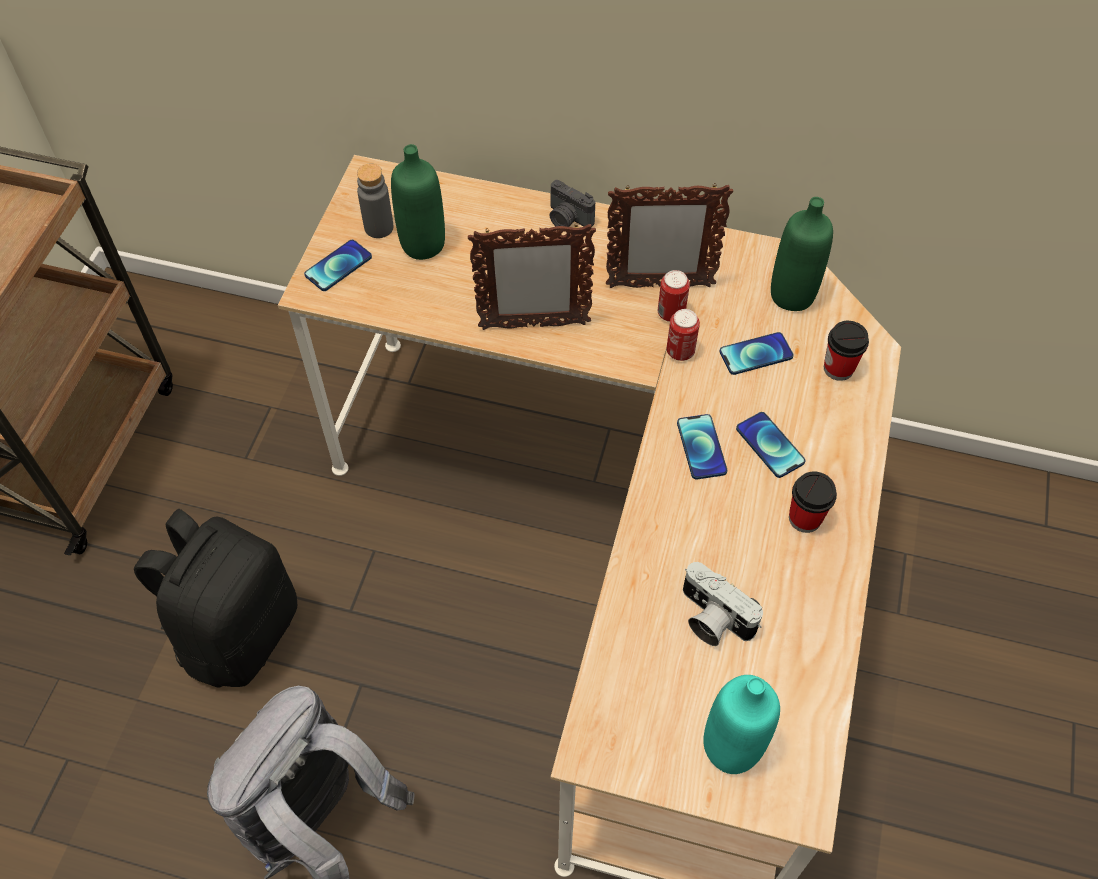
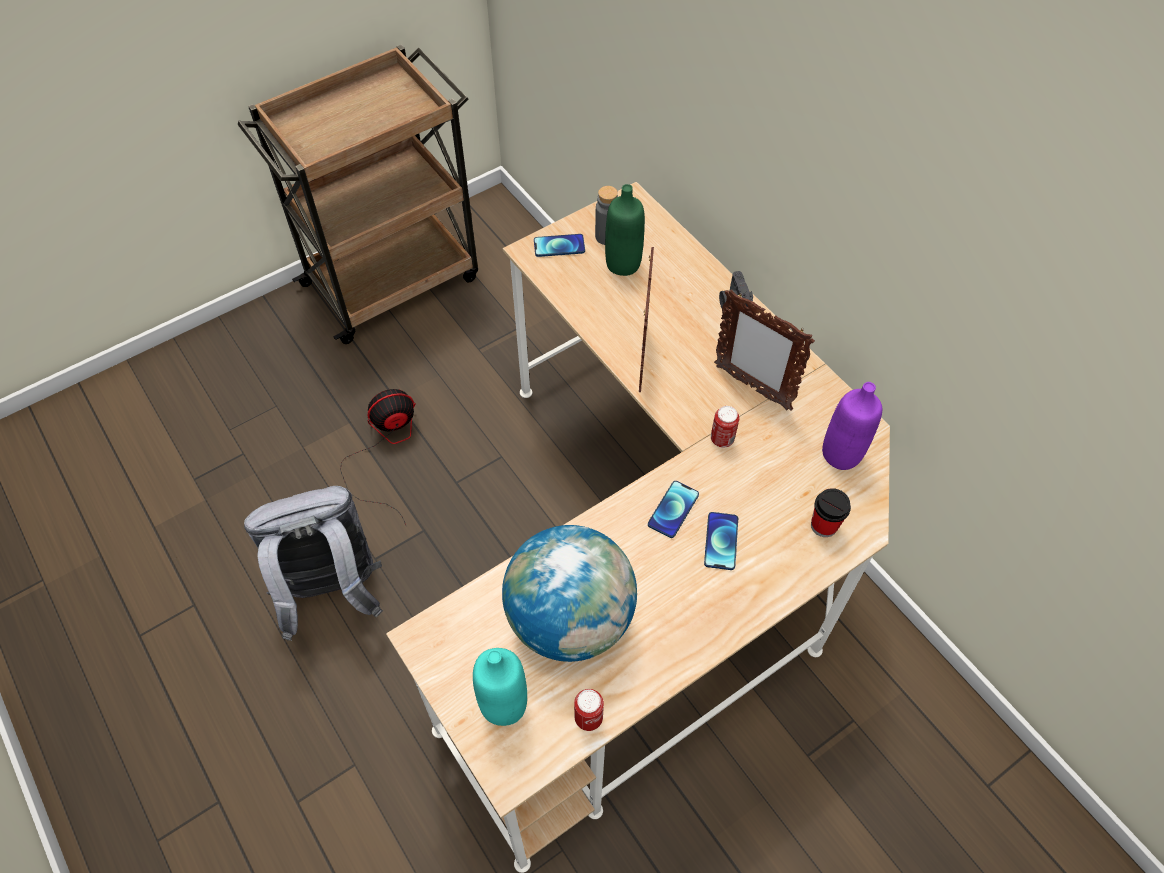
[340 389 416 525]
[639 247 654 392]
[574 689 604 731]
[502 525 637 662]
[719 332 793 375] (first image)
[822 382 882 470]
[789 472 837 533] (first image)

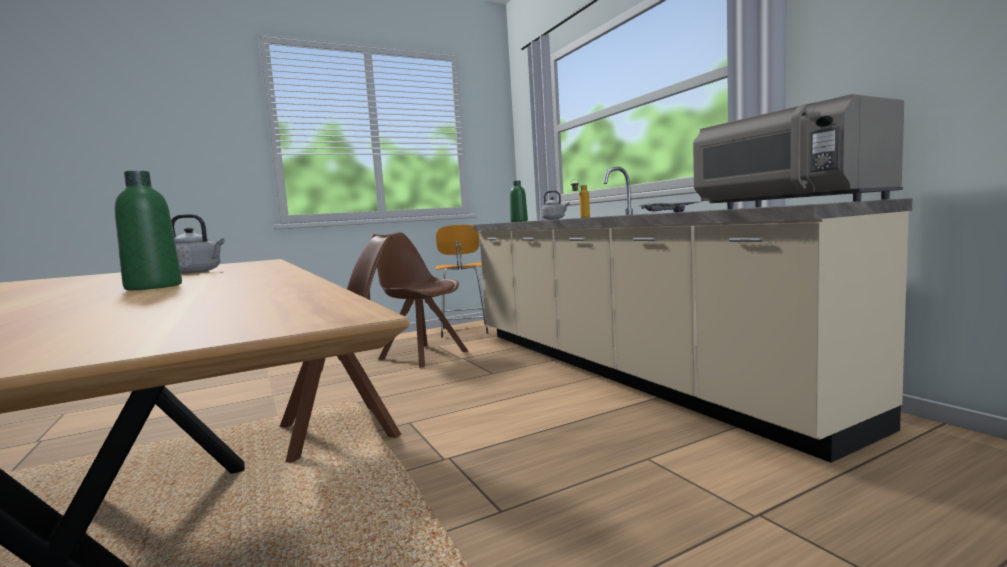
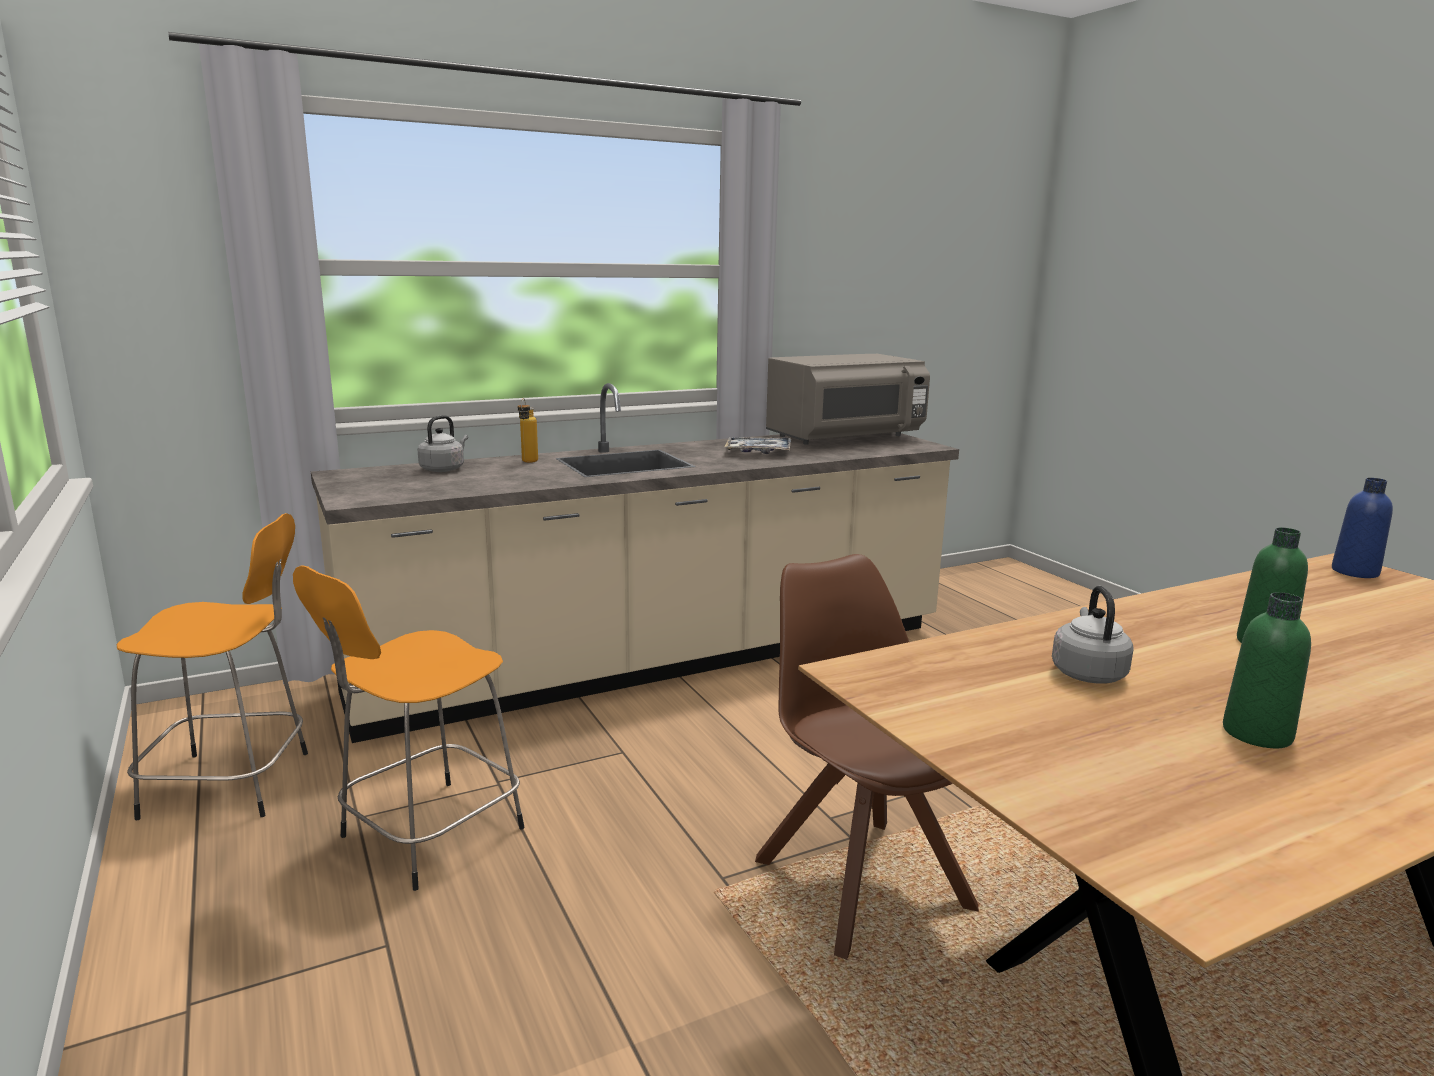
[293 565 524 891]
[1223 592 1311 748]
[1332 478 1393 578]

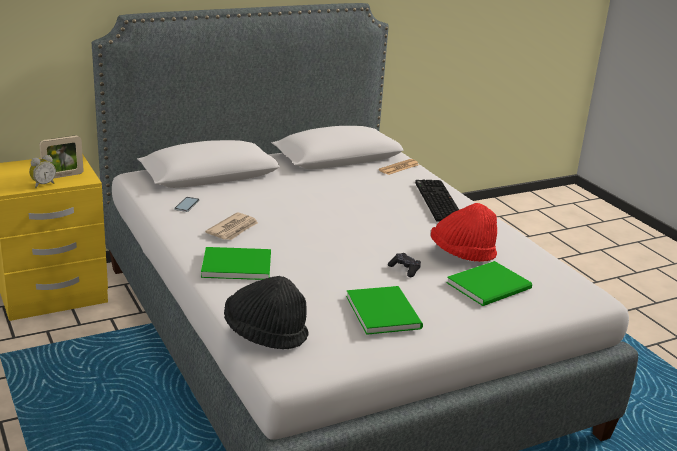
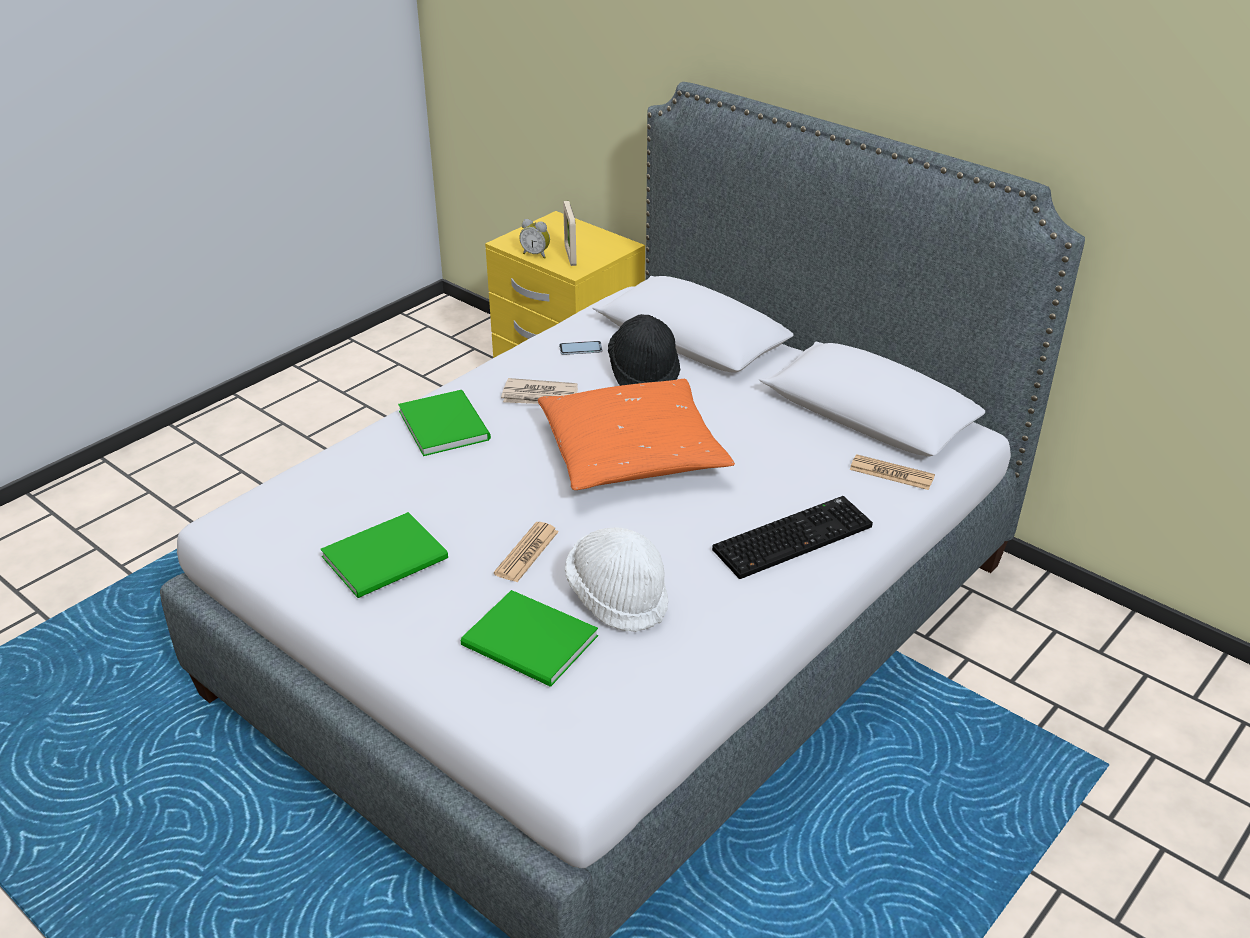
[563 201 577 266]
[608 314 681 386]
[494 522 559 582]
[565 527 669 632]
[538 379 735 490]

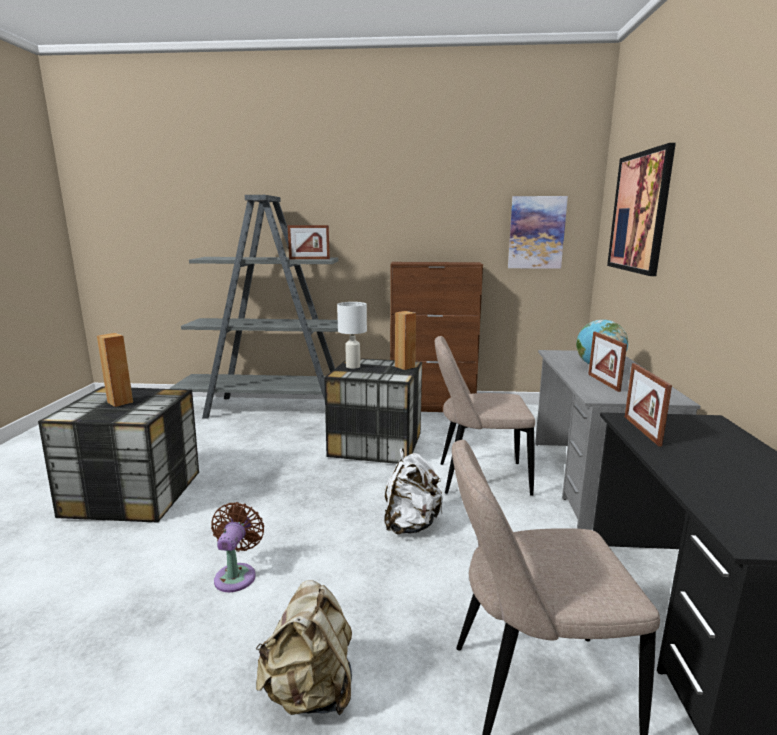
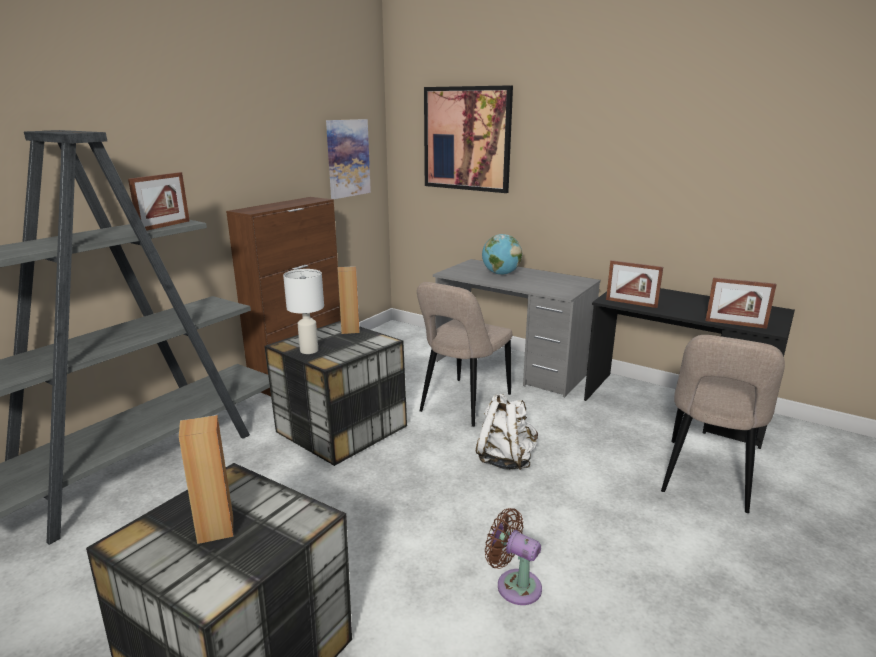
[256 580 352 715] (first image)
[705 277 777 329]

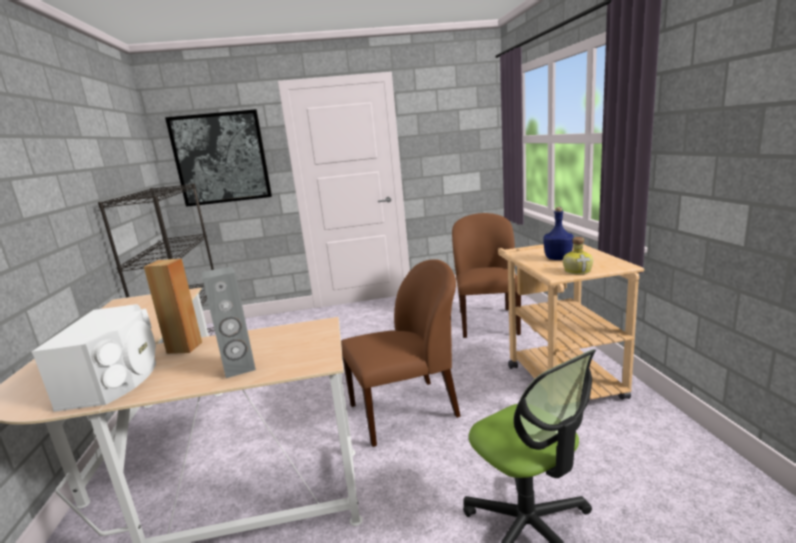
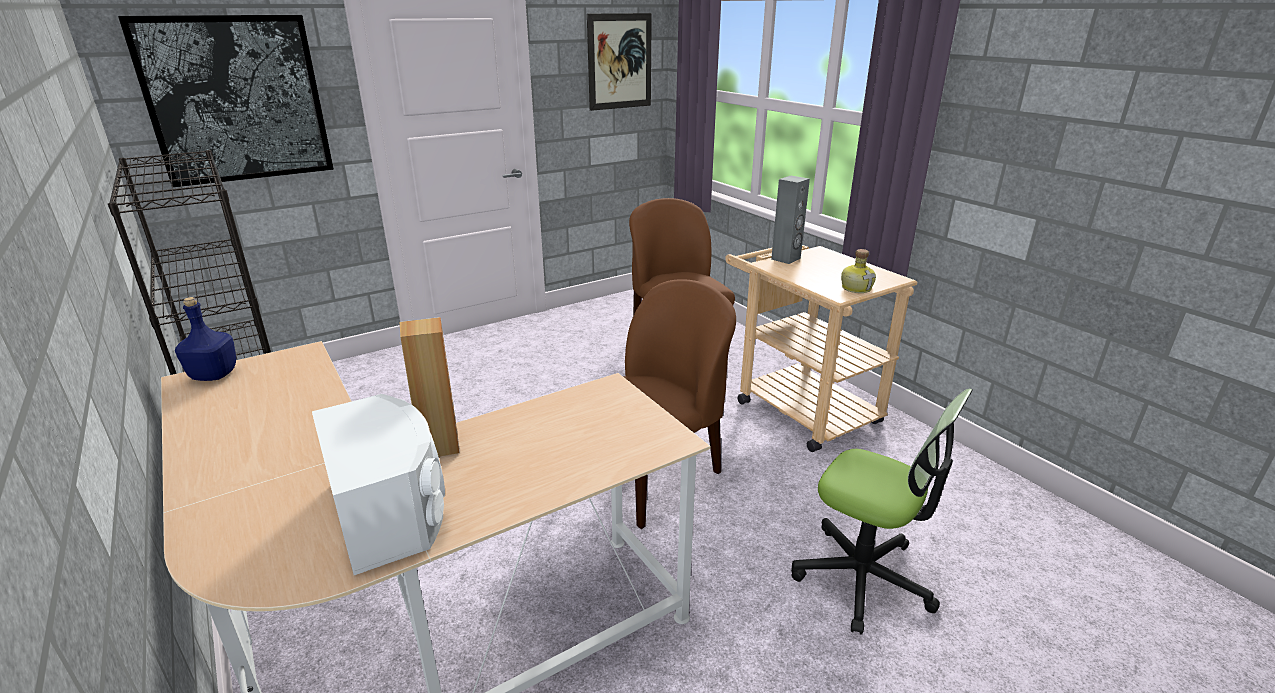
[771 176 810 264]
[175 297 236 381]
[587 13 652 111]

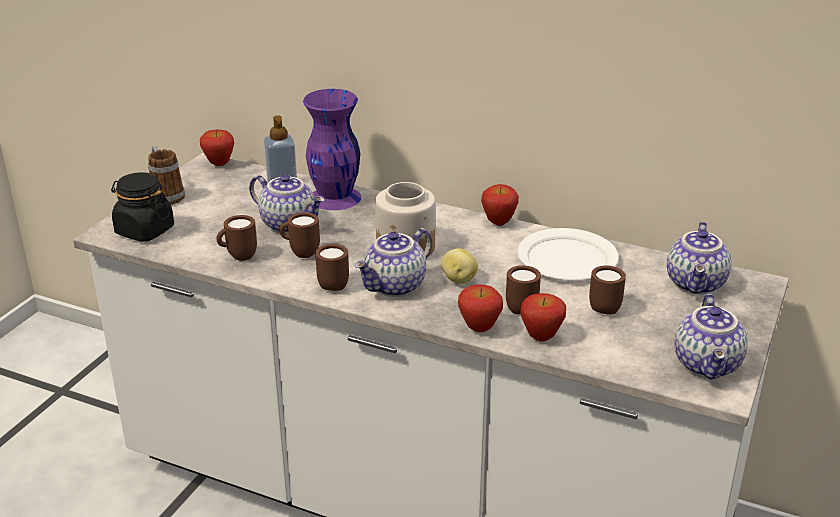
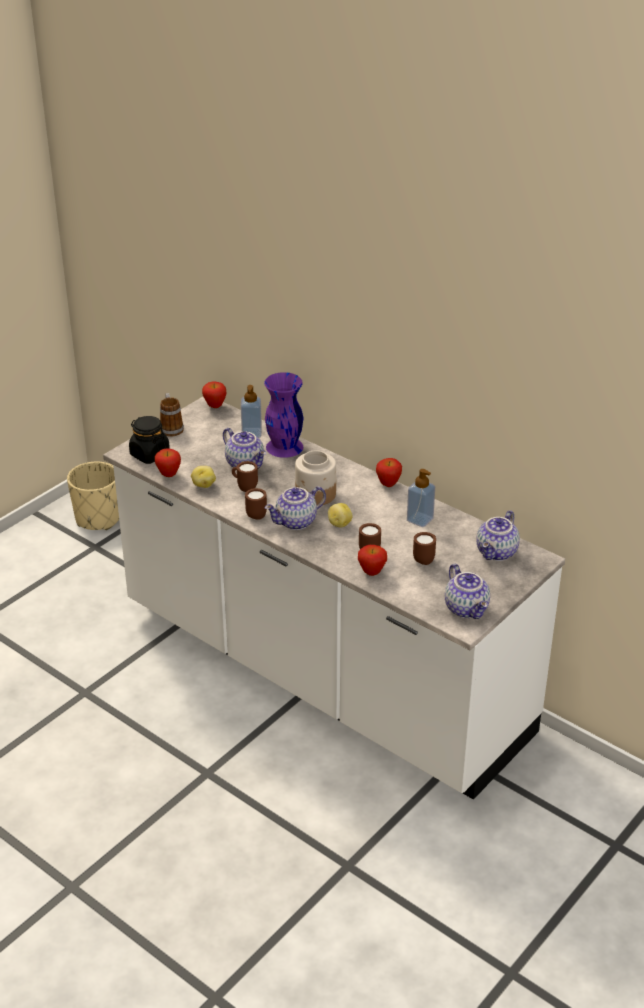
[191 466 216 488]
[155 449 181 477]
[407 469 435 527]
[445 564 490 619]
[67 462 119 530]

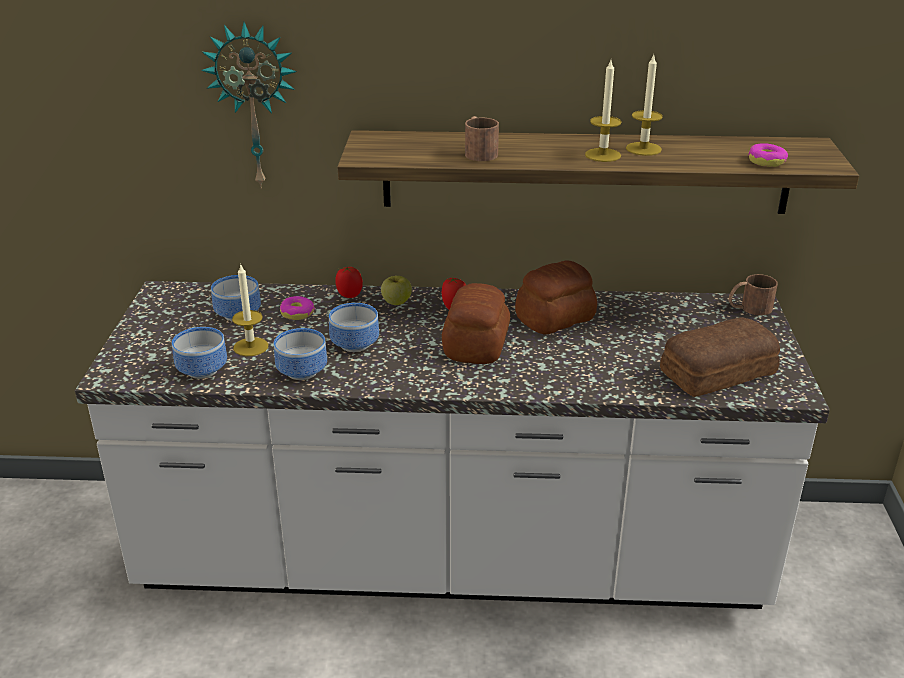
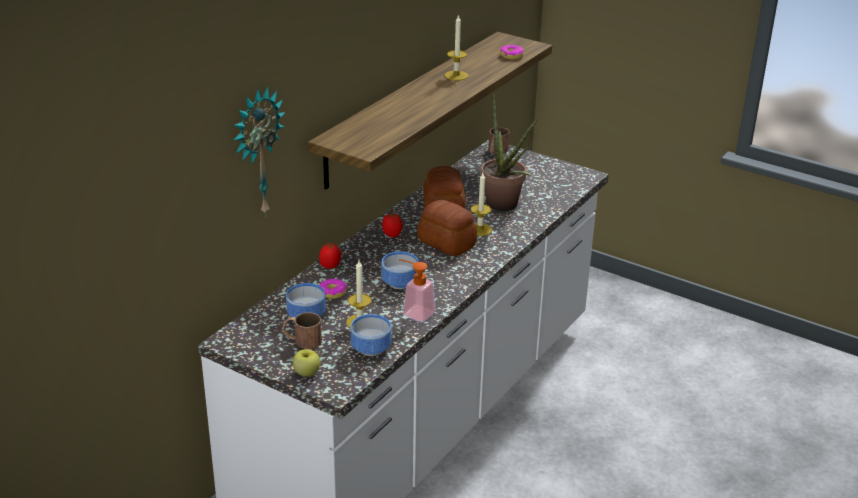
[399 259 436 322]
[293 349 320 377]
[282 312 322 349]
[471 173 492 236]
[660 317 780 397] (first image)
[481 94 538 211]

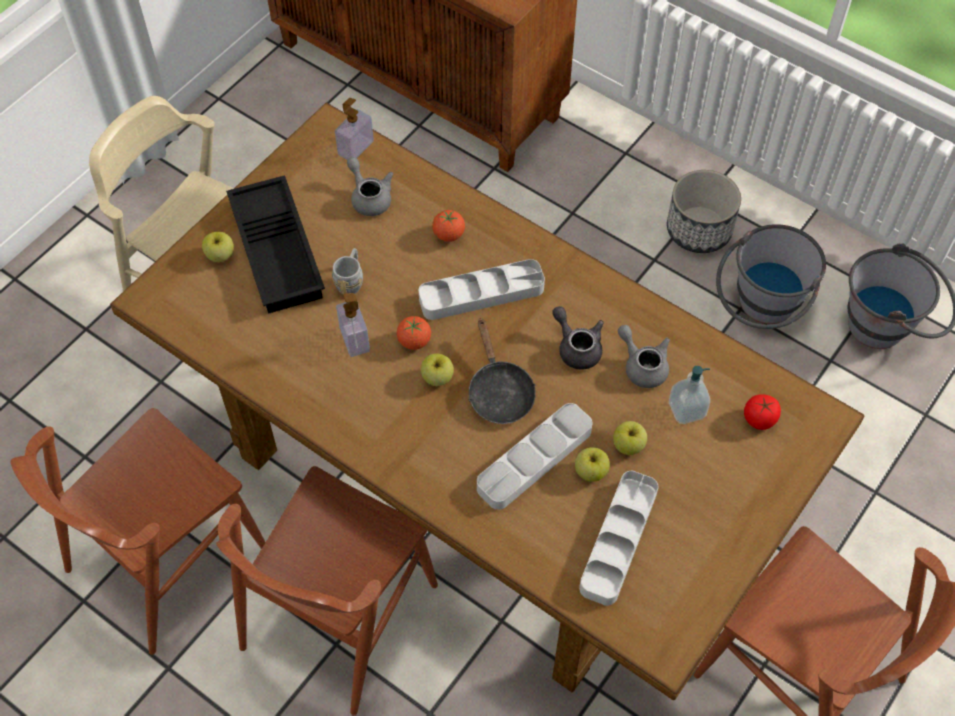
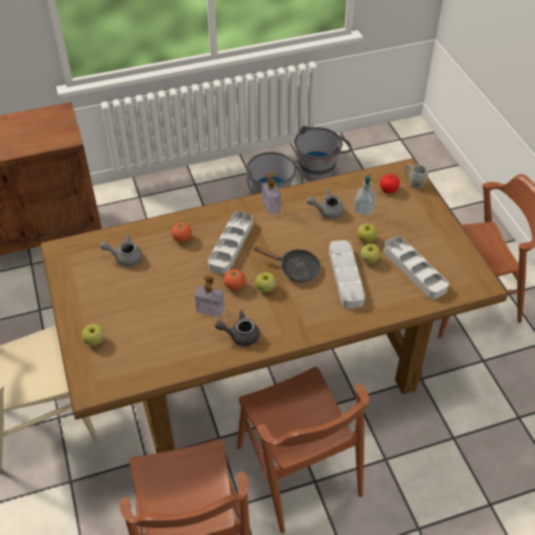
[226 175 325 314] (first image)
[405 164 428 189]
[262 172 281 215]
[215 310 260 346]
[667 170 741 253] (first image)

